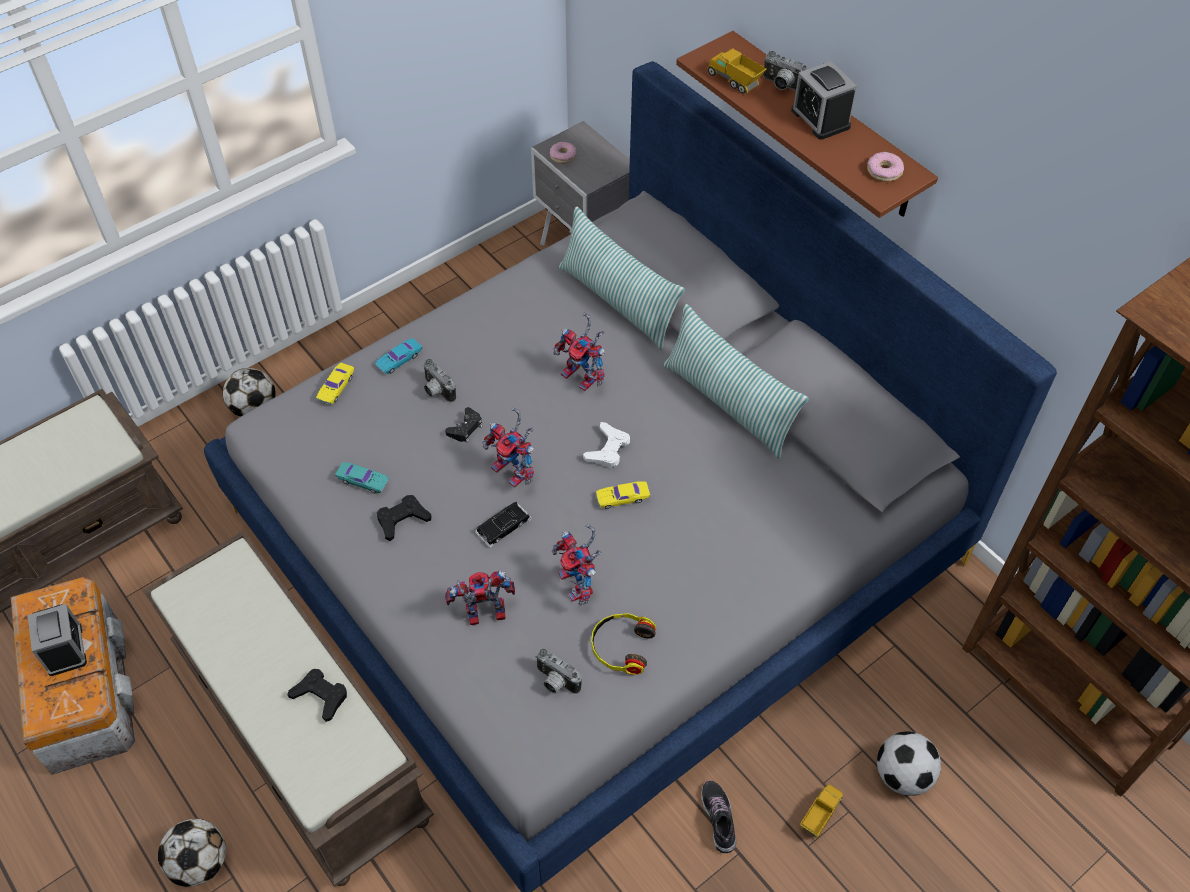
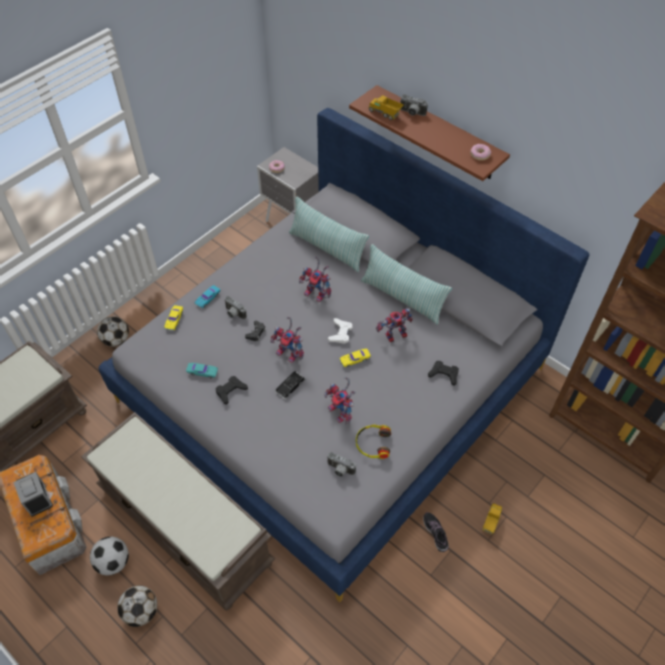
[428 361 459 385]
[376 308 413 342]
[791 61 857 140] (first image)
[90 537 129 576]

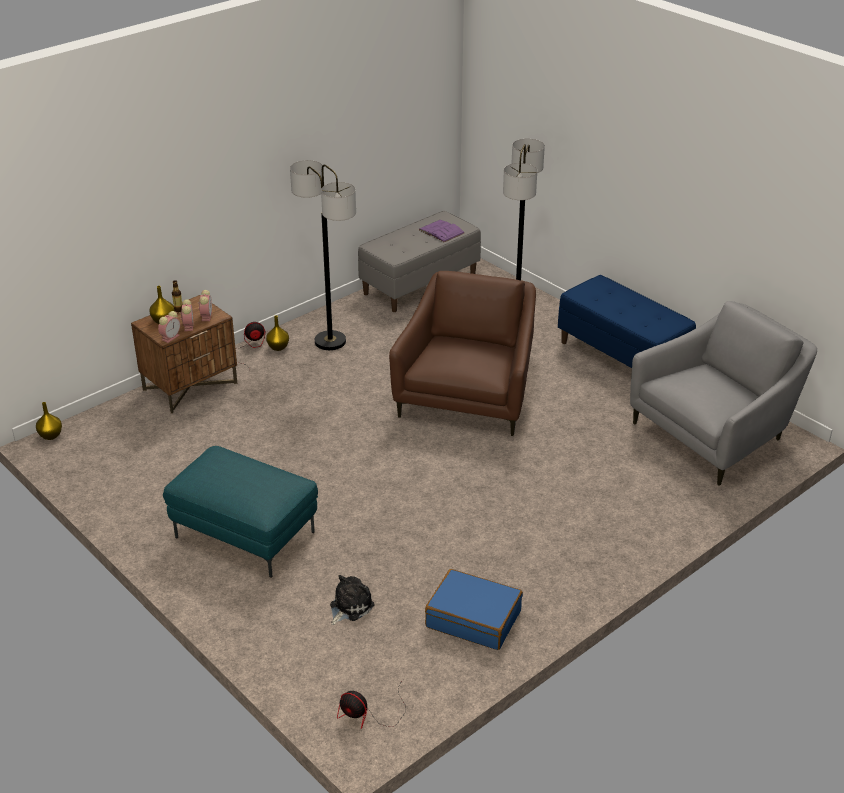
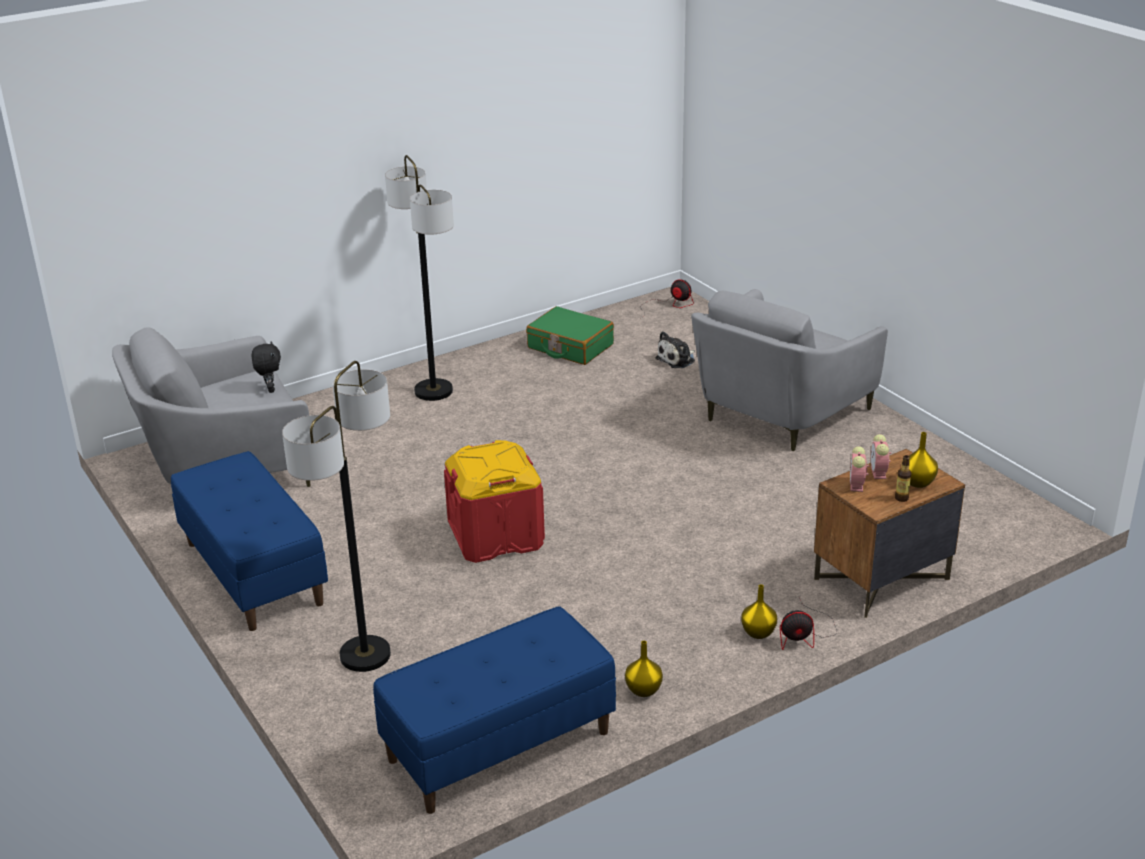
[625 641 663 697]
[158 311 180 343] (first image)
[691 289 888 451]
[385 155 454 401]
[373 606 616 814]
[444 440 545 563]
[418 220 465 242] (first image)
[526 306 614 365]
[252 341 281 393]

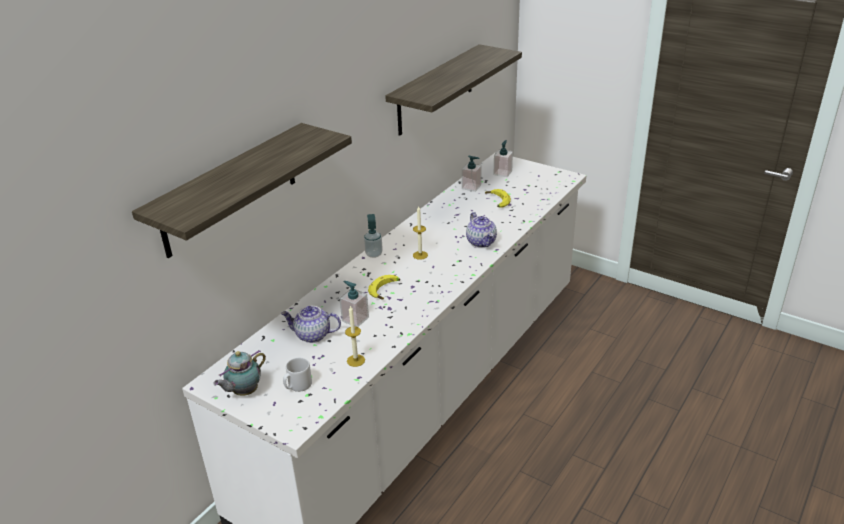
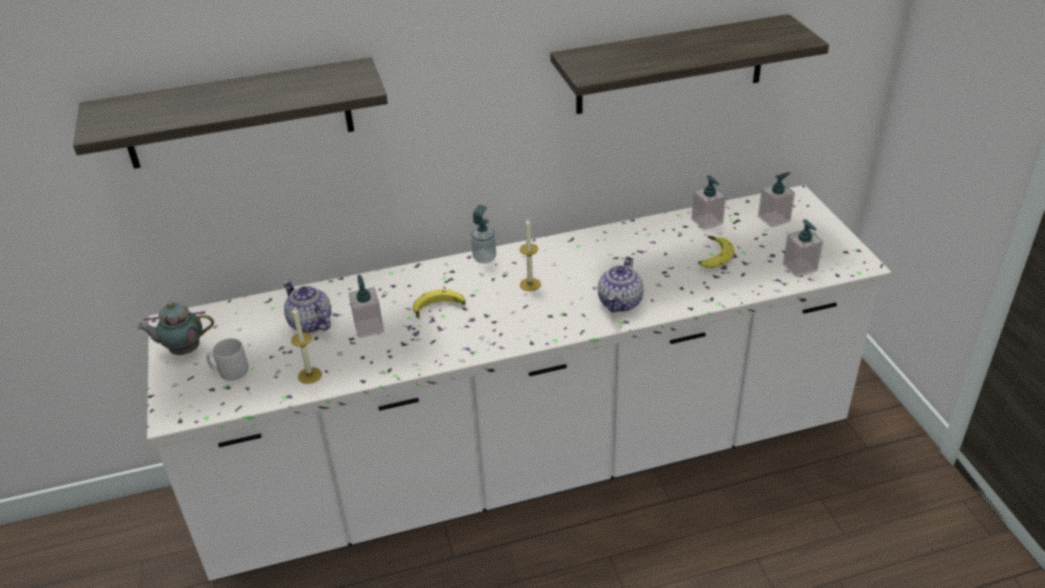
[783 219 823 277]

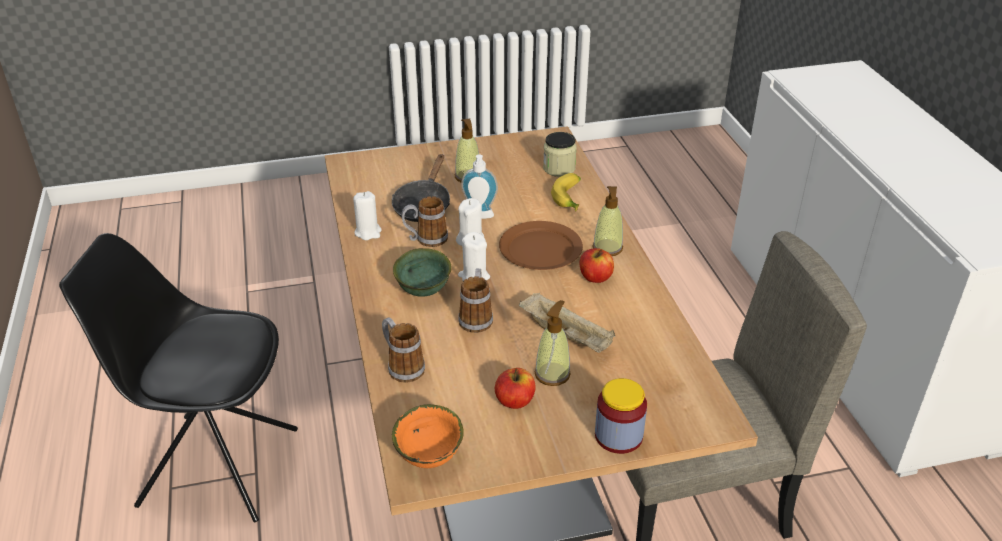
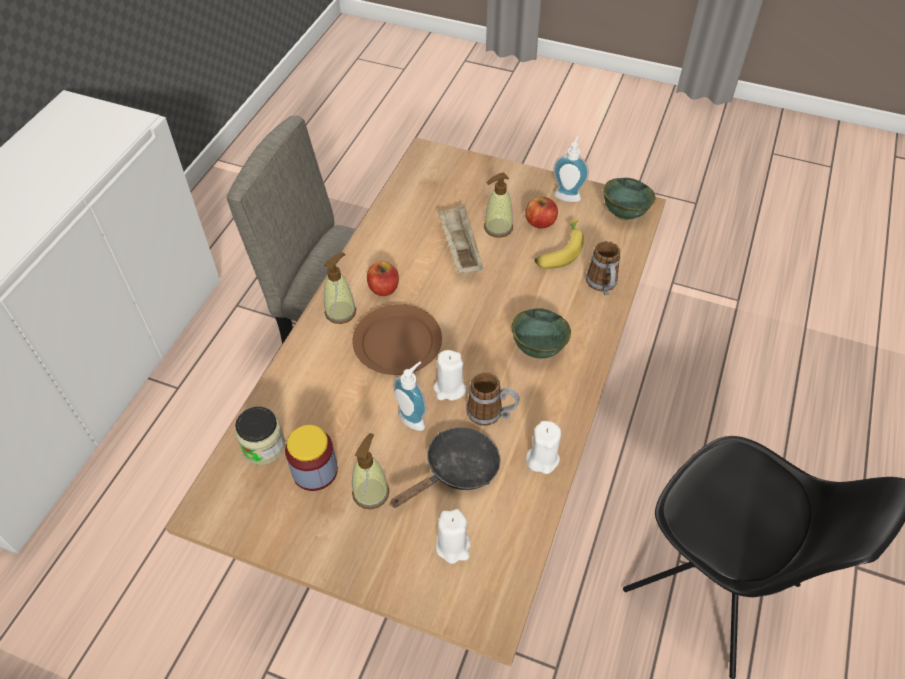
[603 178 655 220]
[436 509 471 564]
[458 268 493 333] (first image)
[535 219 584 269]
[285 425 338 491]
[553 136 589 202]

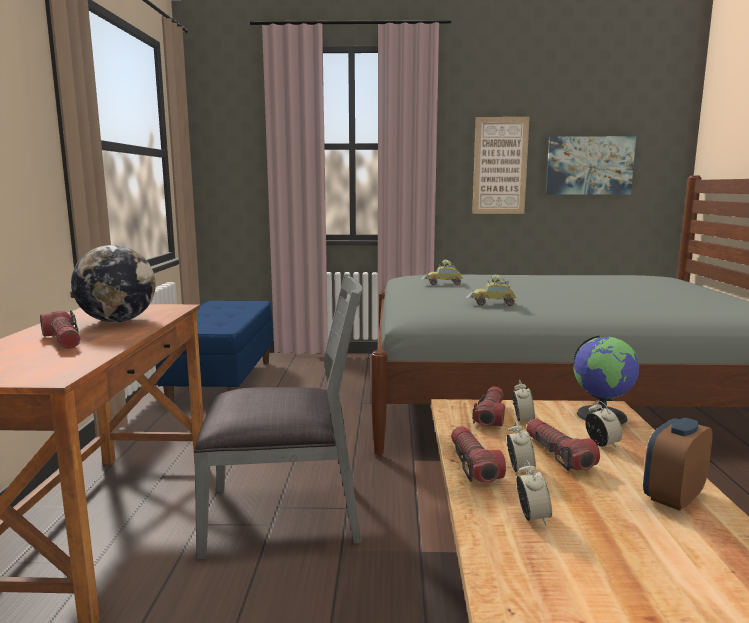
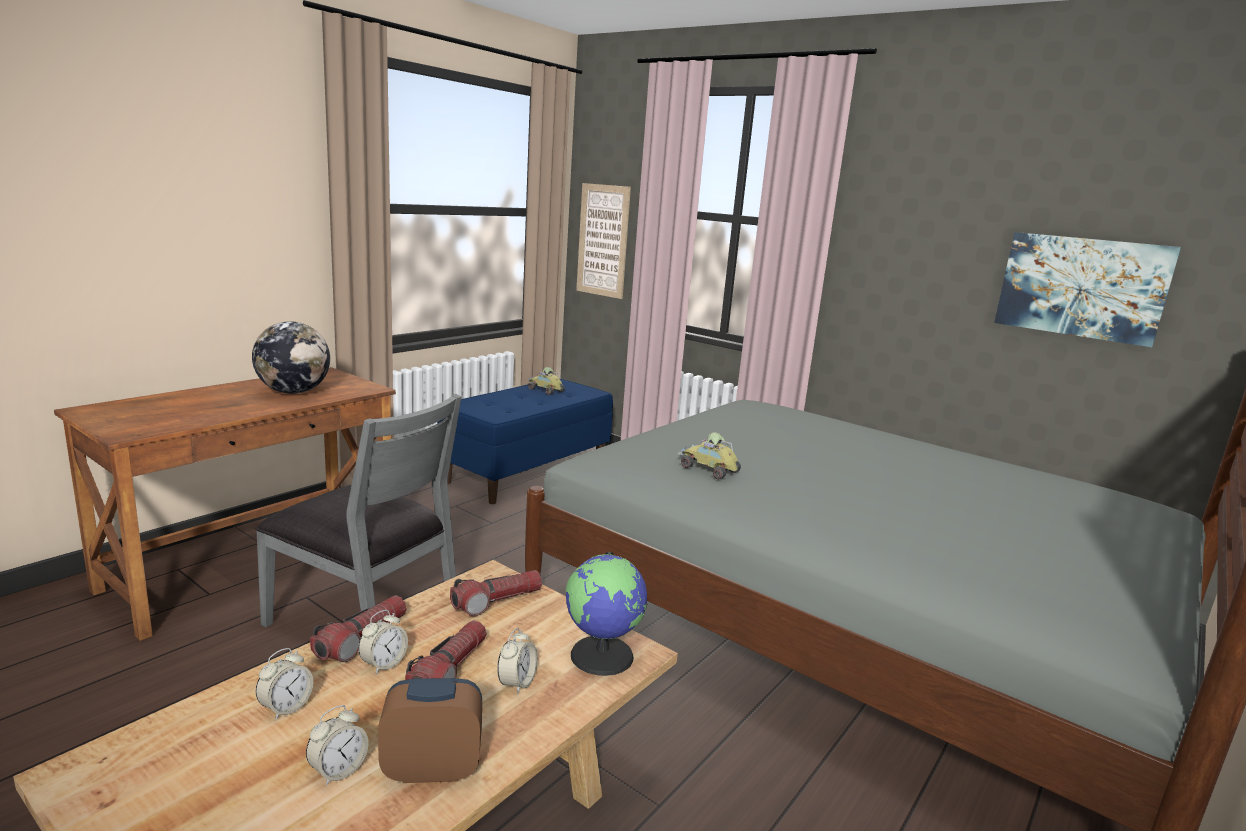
[40 310 81 349] (first image)
[527 367 565 395]
[576 183 631 299]
[306 705 369 786]

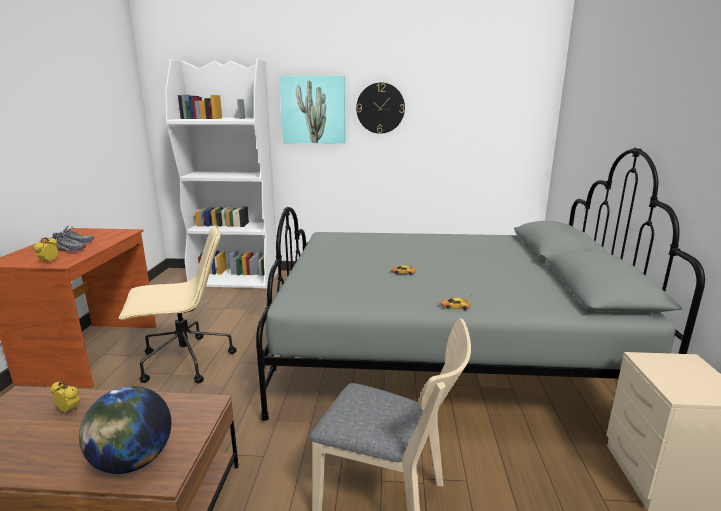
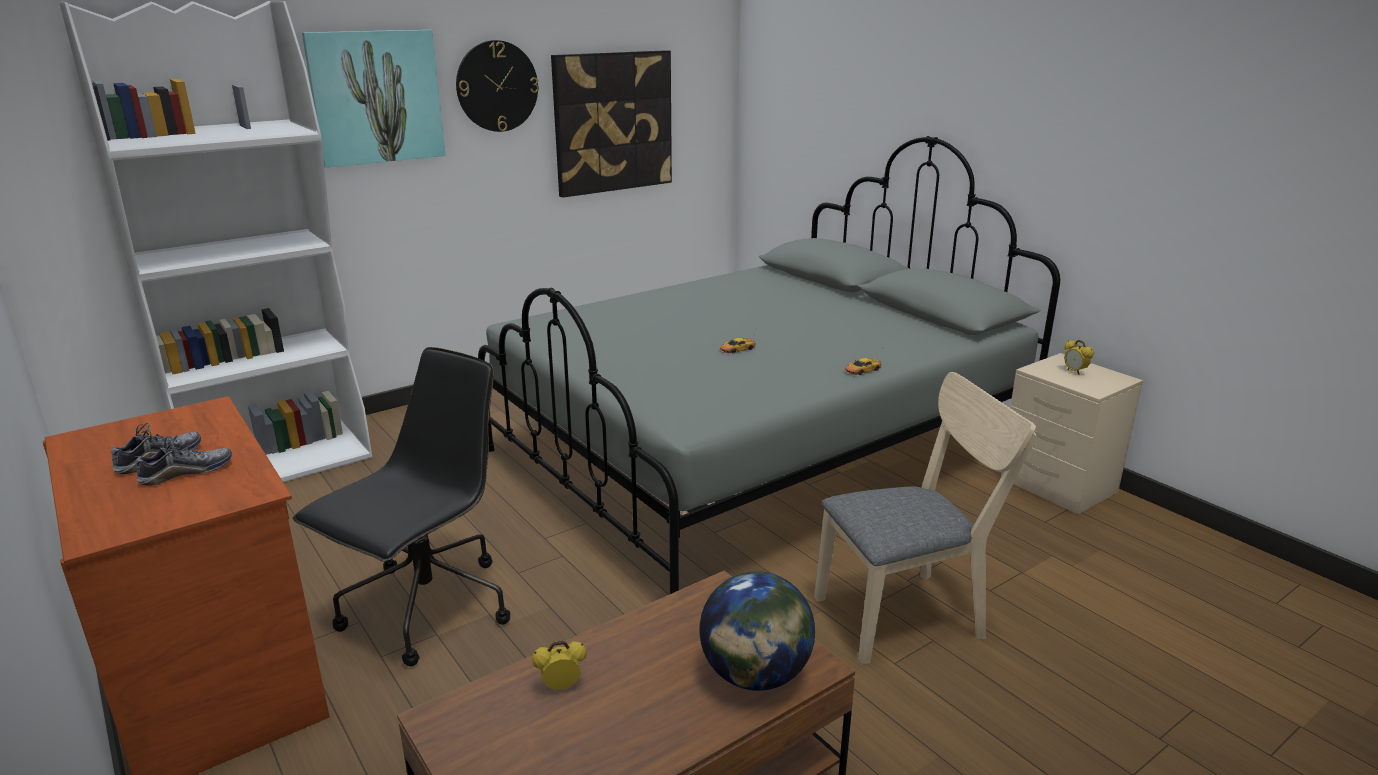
[1064 340 1094 375]
[293 347 510 667]
[551 50 672 198]

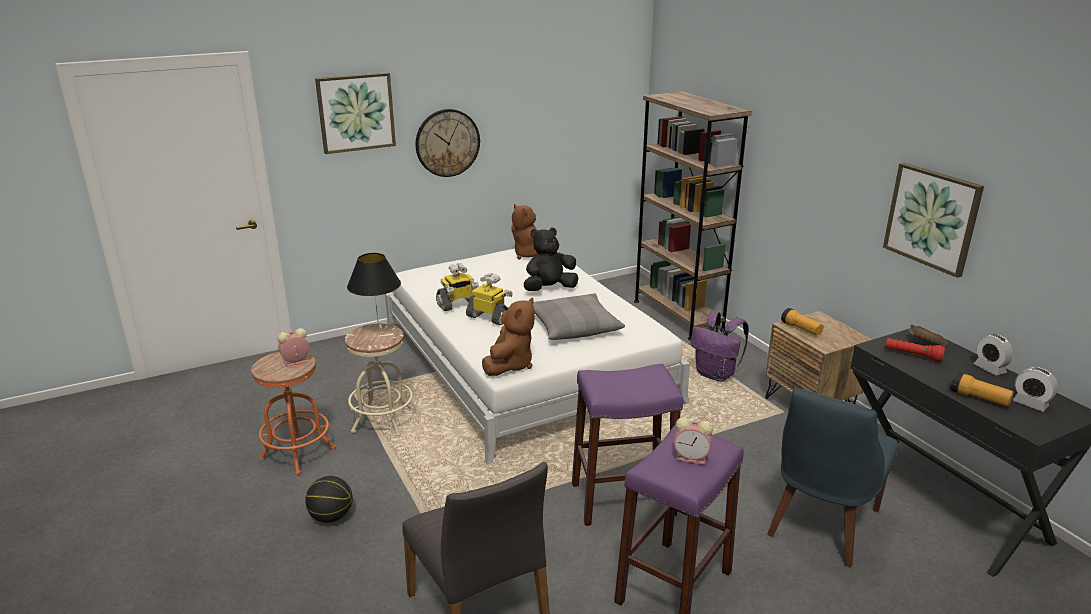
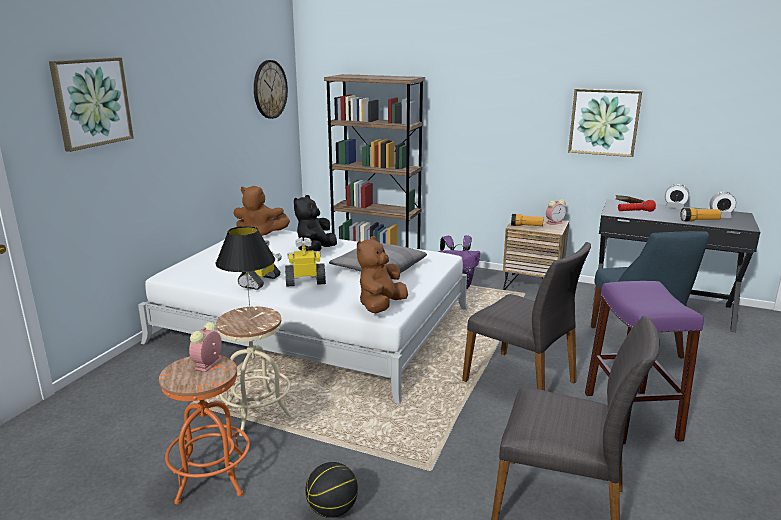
[254 60 288 119]
[357 236 408 313]
[462 242 591 391]
[546 199 566 225]

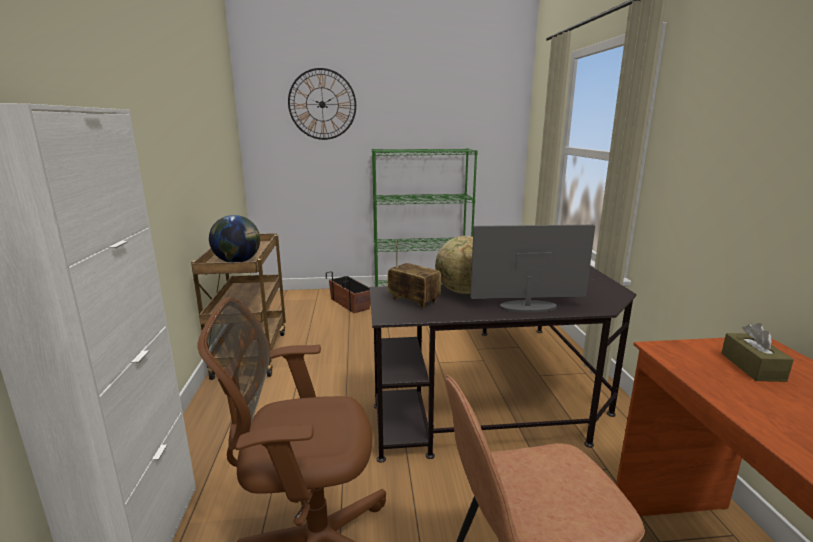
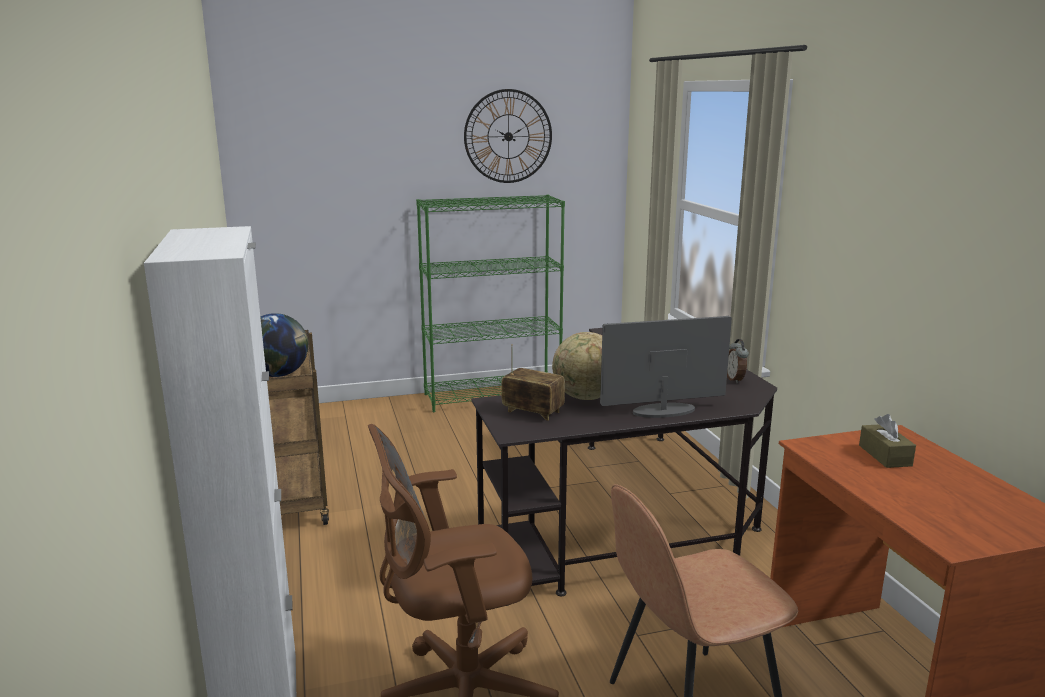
[464 89 552 183]
[326 271 371 313] (first image)
[727 339 749 384]

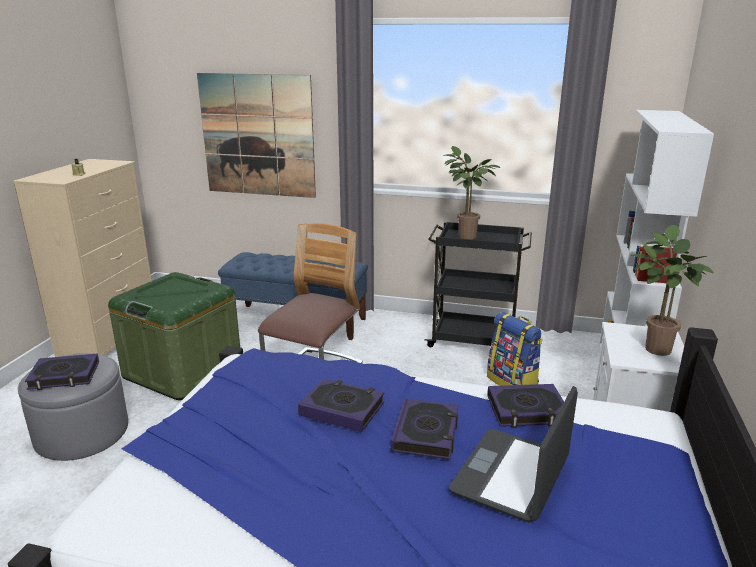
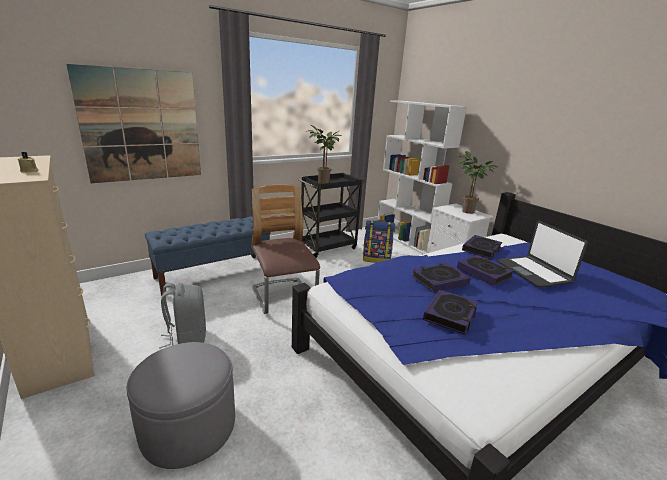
[423 289 478 335]
[159 283 206 349]

